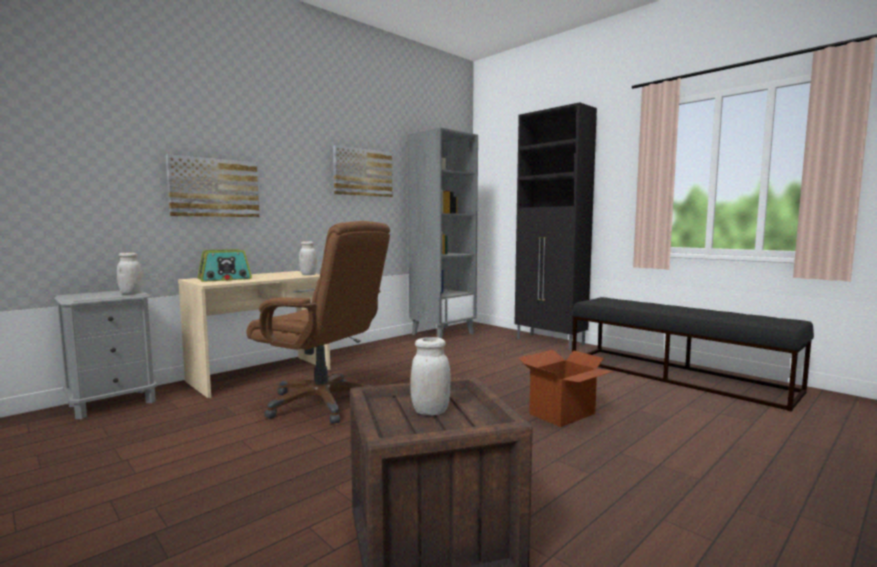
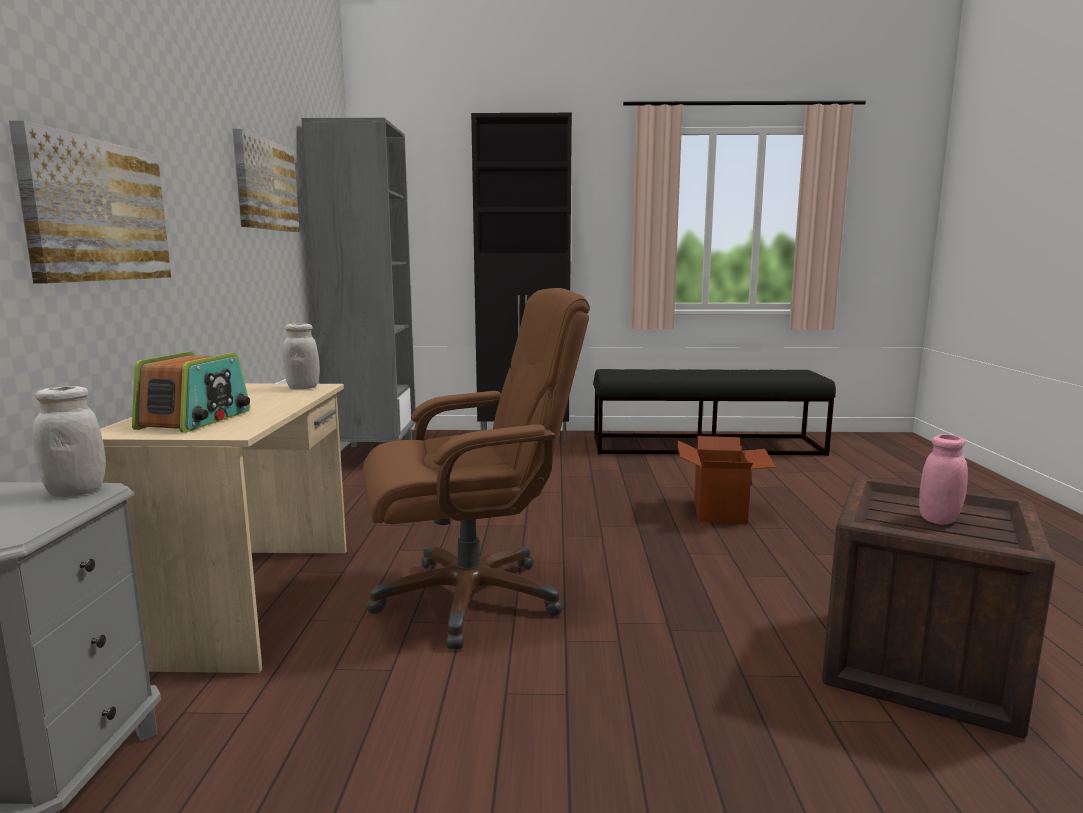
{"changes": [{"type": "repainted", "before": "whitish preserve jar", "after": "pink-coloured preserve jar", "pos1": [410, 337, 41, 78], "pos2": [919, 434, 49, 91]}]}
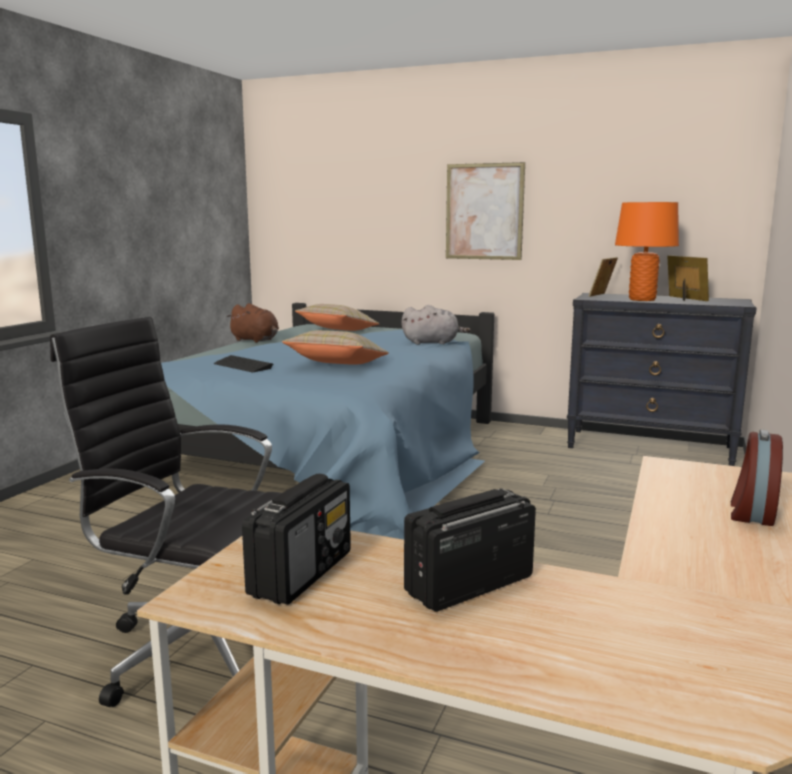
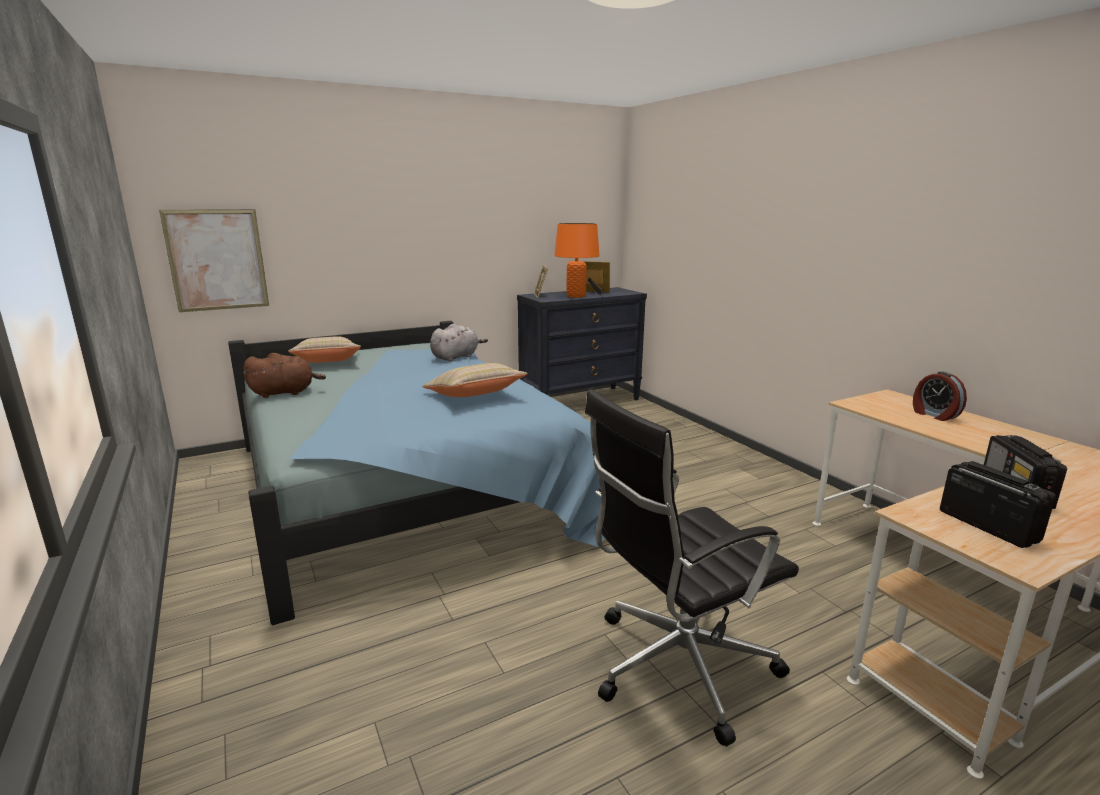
{"changes": [{"type": "shifted", "before": "wall art", "pos1": [446, 162, 79, 98], "pos2": [159, 209, 110, 103]}, {"type": "gone", "before": "keyboard", "pos1": [214, 355, 59, 17]}]}
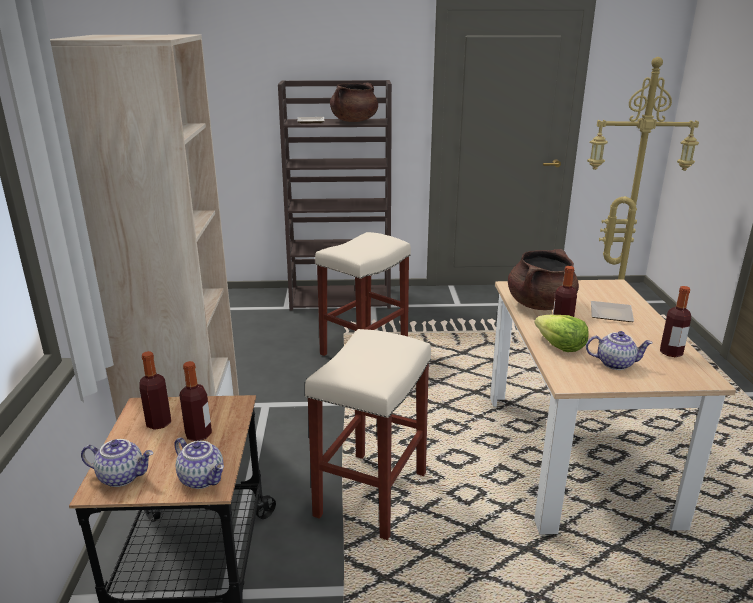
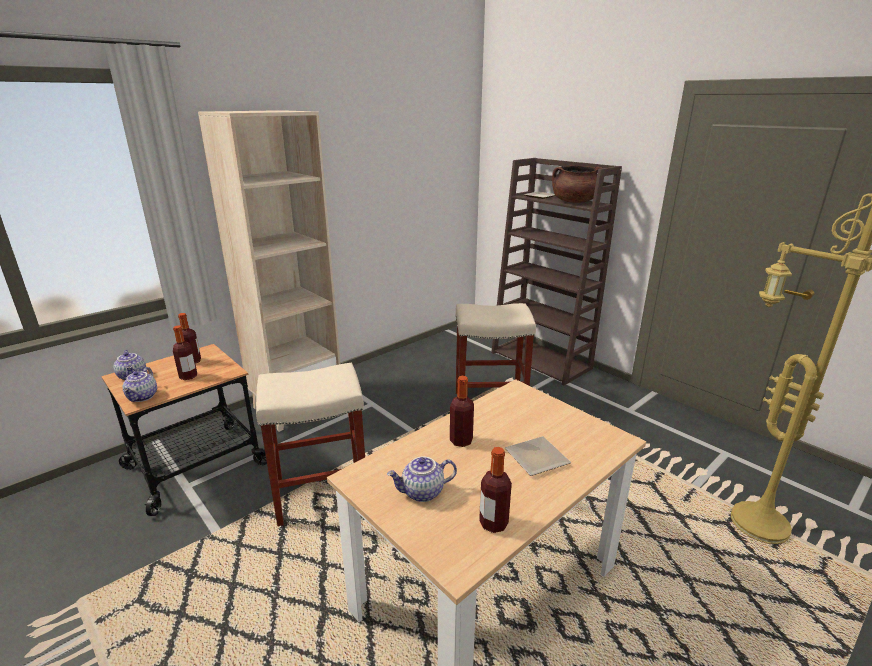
{"changes": [{"type": "gone", "before": "brown-coloured cooking pot", "pos1": [508, 249, 71, 61]}, {"type": "gone", "before": "lettuce", "pos1": [534, 315, 55, 37]}, {"type": "rotated", "before": "tea pot", "pos1": [586, 331, 66, 39], "pos2": [387, 456, 70, 46], "turn": 105}]}
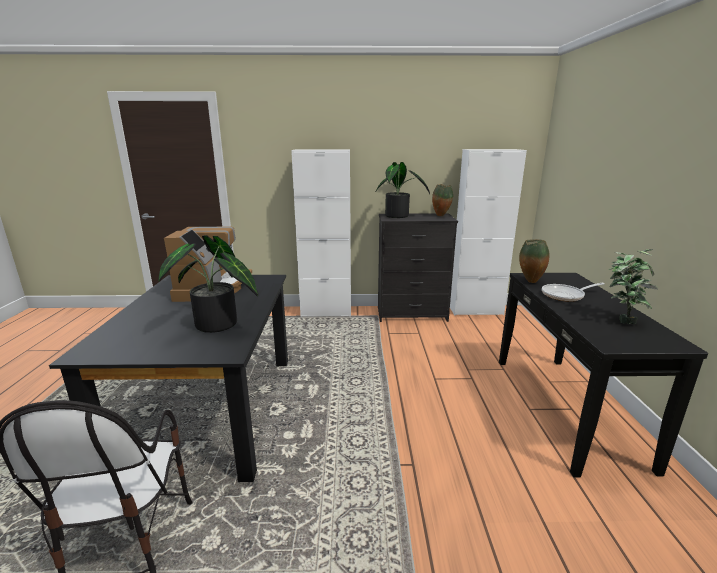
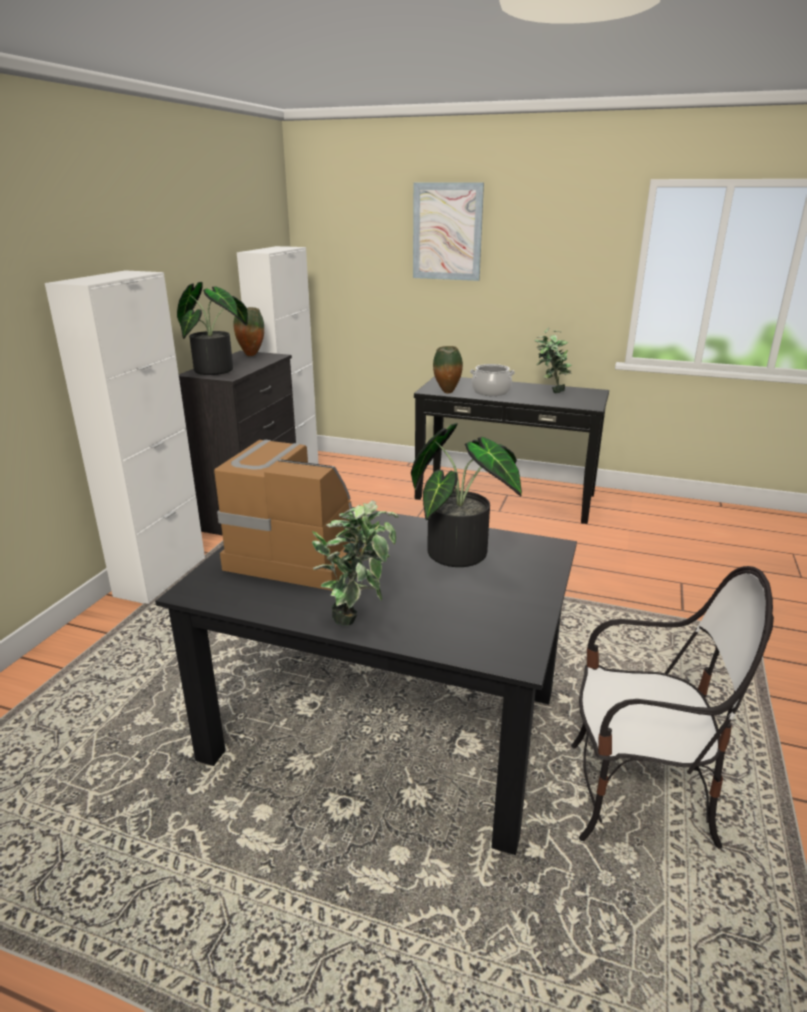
{"changes": [{"type": "swapped", "before": "pan", "after": "cooking pot", "pos1": [542, 283, 63, 19], "pos2": [470, 364, 45, 32]}, {"type": "new", "after": "wall art", "pos2": [413, 183, 71, 98]}, {"type": "new", "after": "houseplant", "pos2": [312, 500, 87, 125]}]}
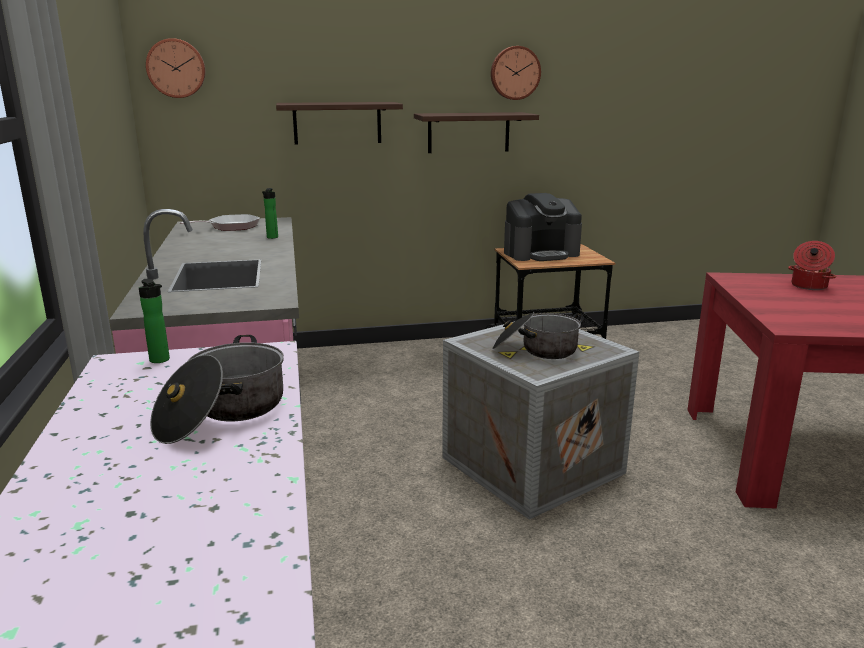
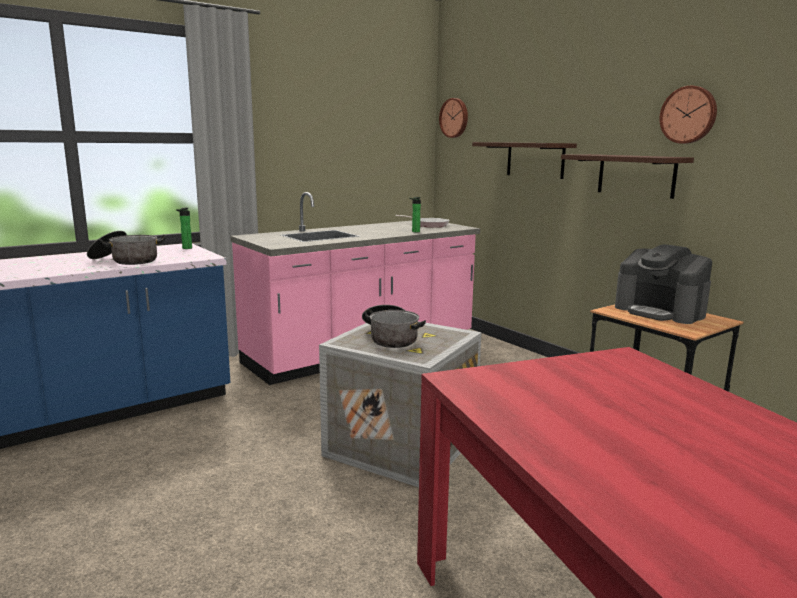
{"changes": [{"type": "gone", "before": "cooking pot", "pos1": [788, 241, 48, 49]}]}
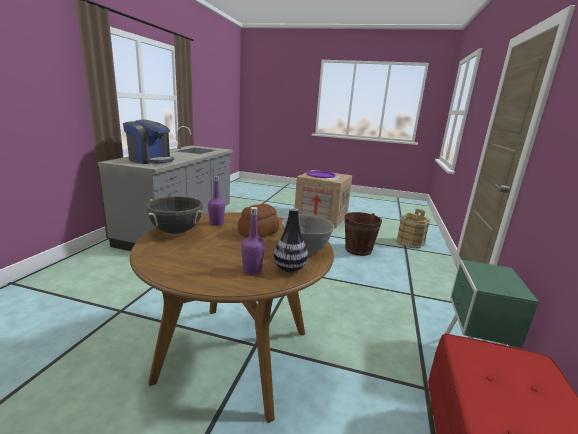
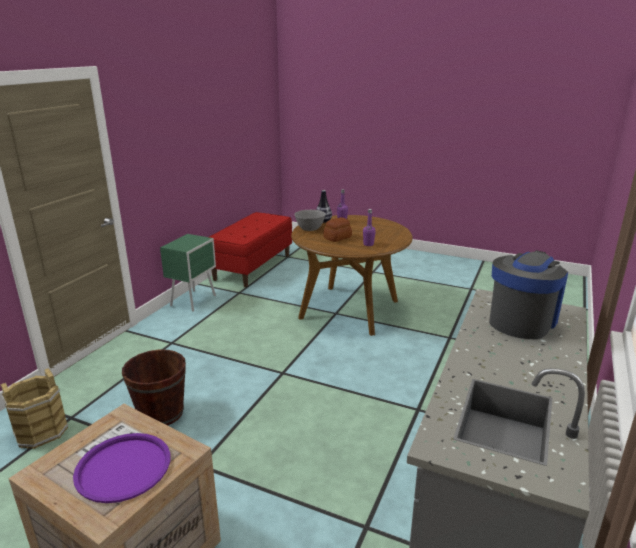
{"changes": [{"type": "rotated", "before": "coffee brewer", "pos1": [123, 120, 51, 44], "pos2": [489, 251, 79, 88], "turn": 90}, {"type": "gone", "before": "black cooking pot", "pos1": [146, 196, 57, 38]}]}
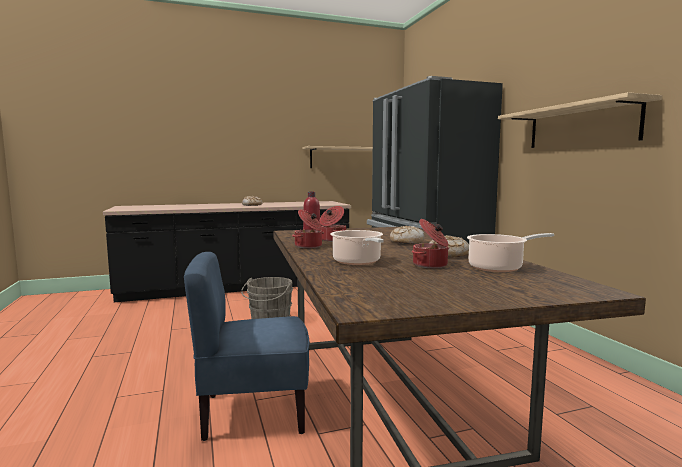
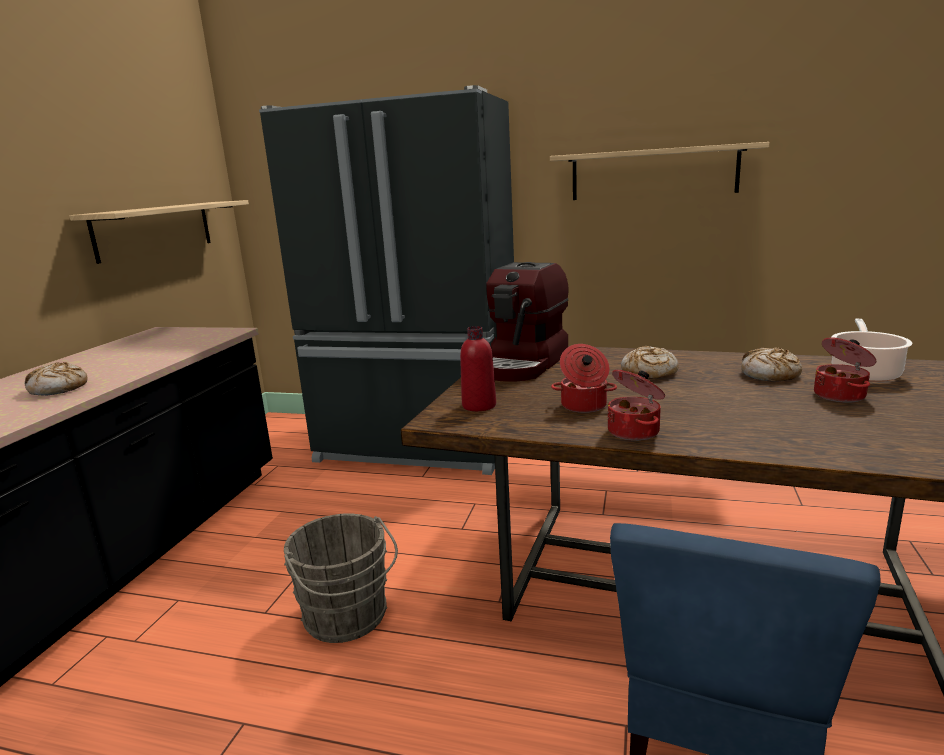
{"changes": [{"type": "gone", "before": "cooking pot", "pos1": [330, 230, 54, 35]}, {"type": "new", "after": "coffee brewer", "pos2": [486, 262, 83, 120]}]}
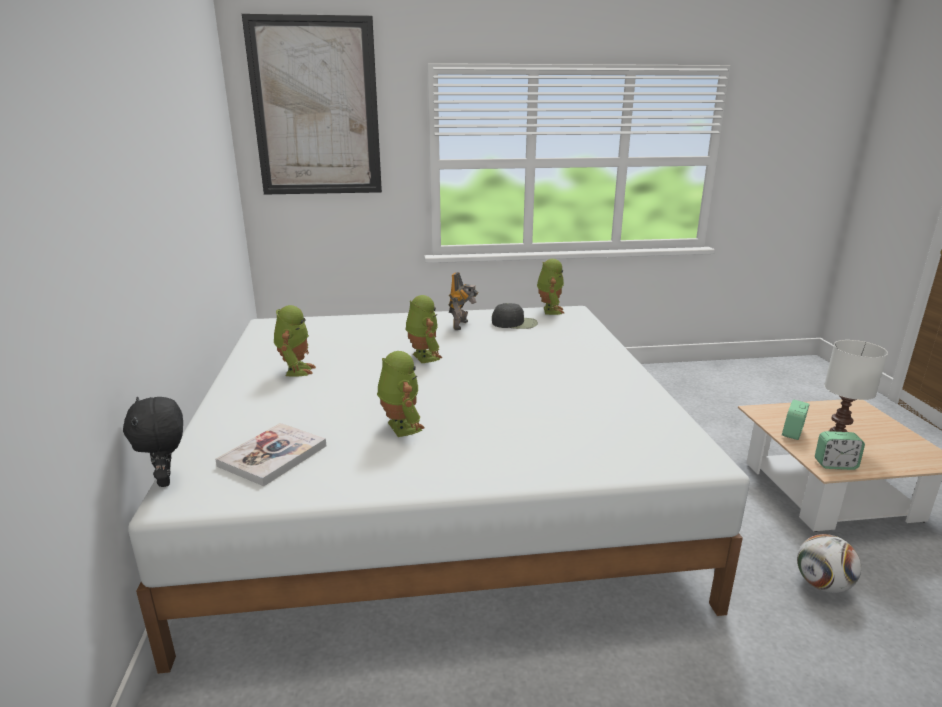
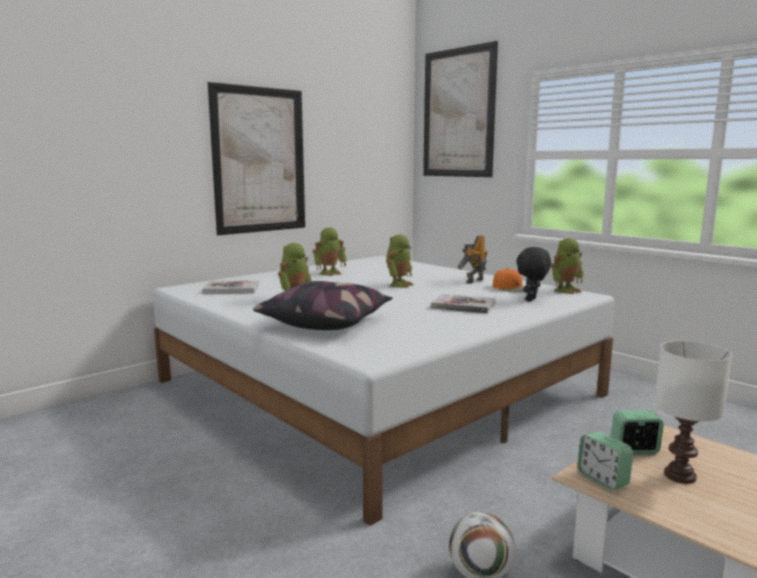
{"changes": [{"type": "rotated", "before": "robot figure", "pos1": [448, 272, 30, 58], "pos2": [457, 235, 31, 48], "turn": 150}, {"type": "repainted", "before": "black cap", "after": "orange cap", "pos1": [492, 303, 46, 26], "pos2": [493, 268, 31, 24]}, {"type": "shifted", "before": "black soft toy", "pos1": [123, 397, 60, 90], "pos2": [516, 247, 35, 55]}, {"type": "new", "after": "wall art", "pos2": [208, 82, 97, 153]}, {"type": "new", "after": "pillow", "pos2": [253, 281, 140, 49]}, {"type": "new", "after": "bound book", "pos2": [431, 294, 65, 20]}]}
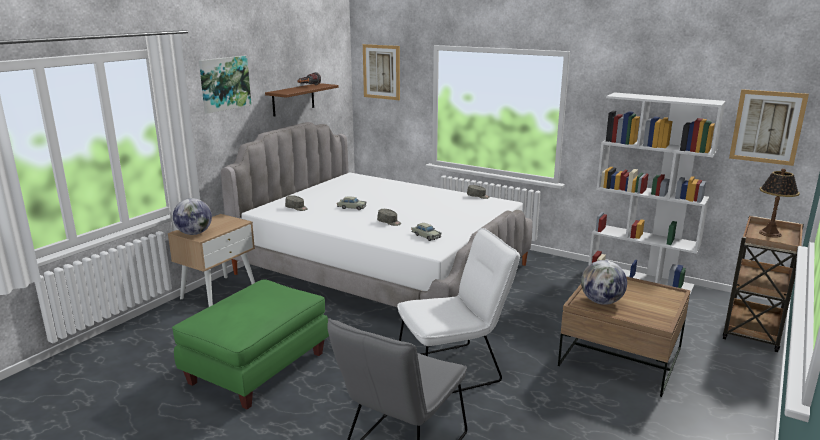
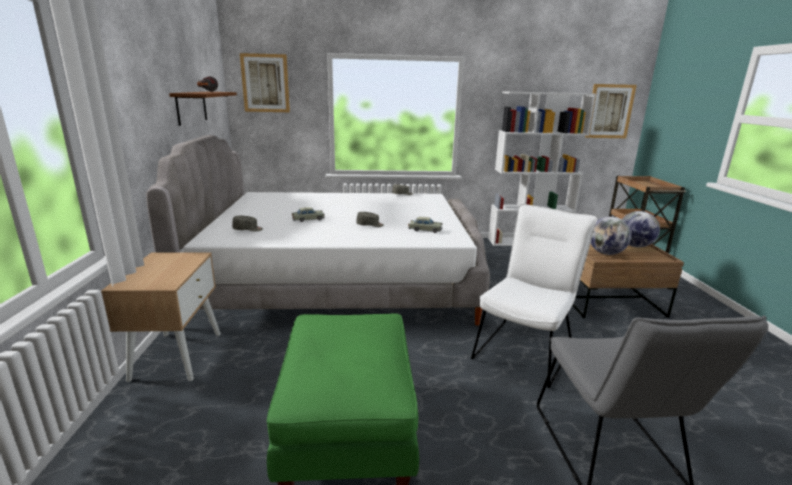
{"changes": [{"type": "gone", "before": "wall art", "pos1": [199, 56, 52, 58]}, {"type": "gone", "before": "table lamp", "pos1": [759, 168, 41, 70]}, {"type": "shifted", "before": "world globe", "pos1": [173, 198, 39, 37], "pos2": [622, 211, 38, 36]}]}
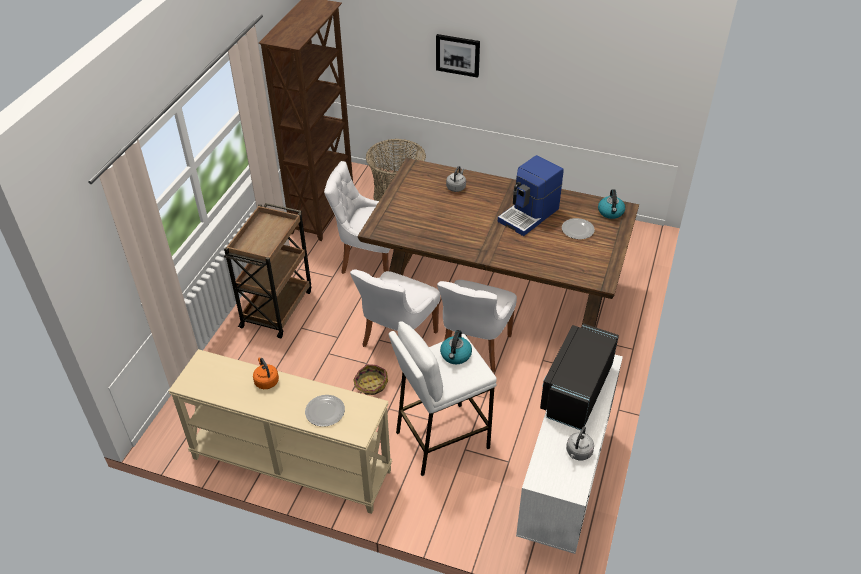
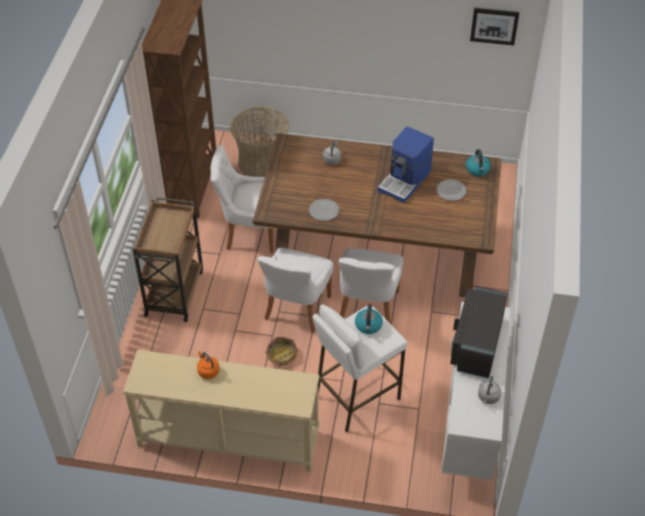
{"changes": [{"type": "shifted", "before": "wall art", "pos1": [436, 34, 44, 44], "pos2": [470, 8, 49, 38]}, {"type": "shifted", "before": "dinner plate", "pos1": [305, 395, 40, 32], "pos2": [309, 199, 30, 22]}]}
